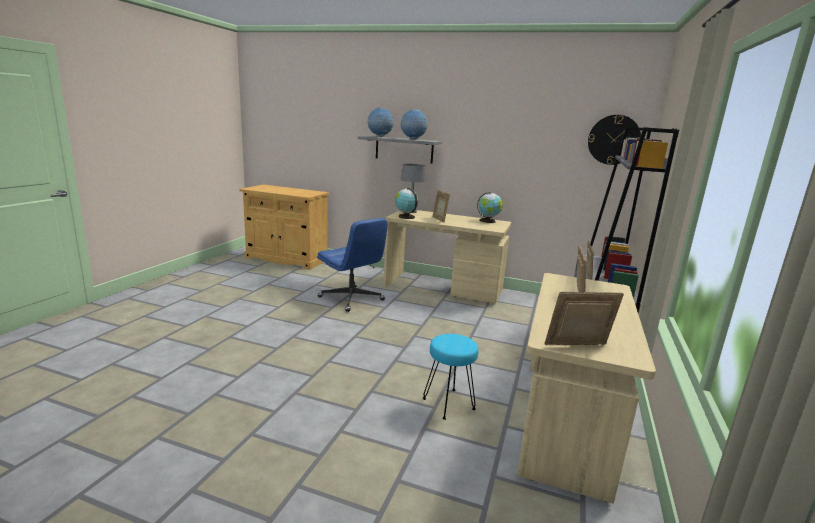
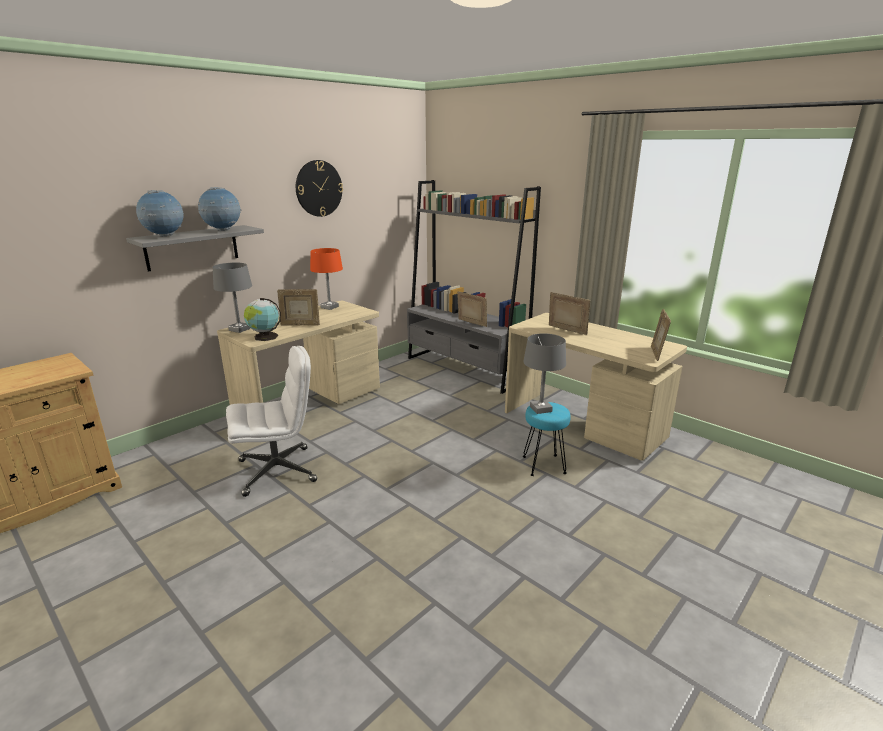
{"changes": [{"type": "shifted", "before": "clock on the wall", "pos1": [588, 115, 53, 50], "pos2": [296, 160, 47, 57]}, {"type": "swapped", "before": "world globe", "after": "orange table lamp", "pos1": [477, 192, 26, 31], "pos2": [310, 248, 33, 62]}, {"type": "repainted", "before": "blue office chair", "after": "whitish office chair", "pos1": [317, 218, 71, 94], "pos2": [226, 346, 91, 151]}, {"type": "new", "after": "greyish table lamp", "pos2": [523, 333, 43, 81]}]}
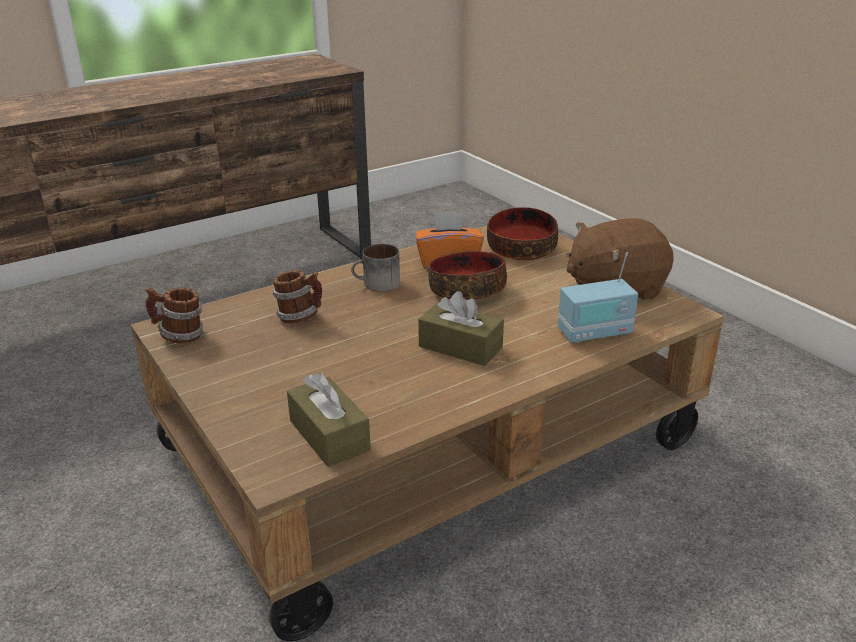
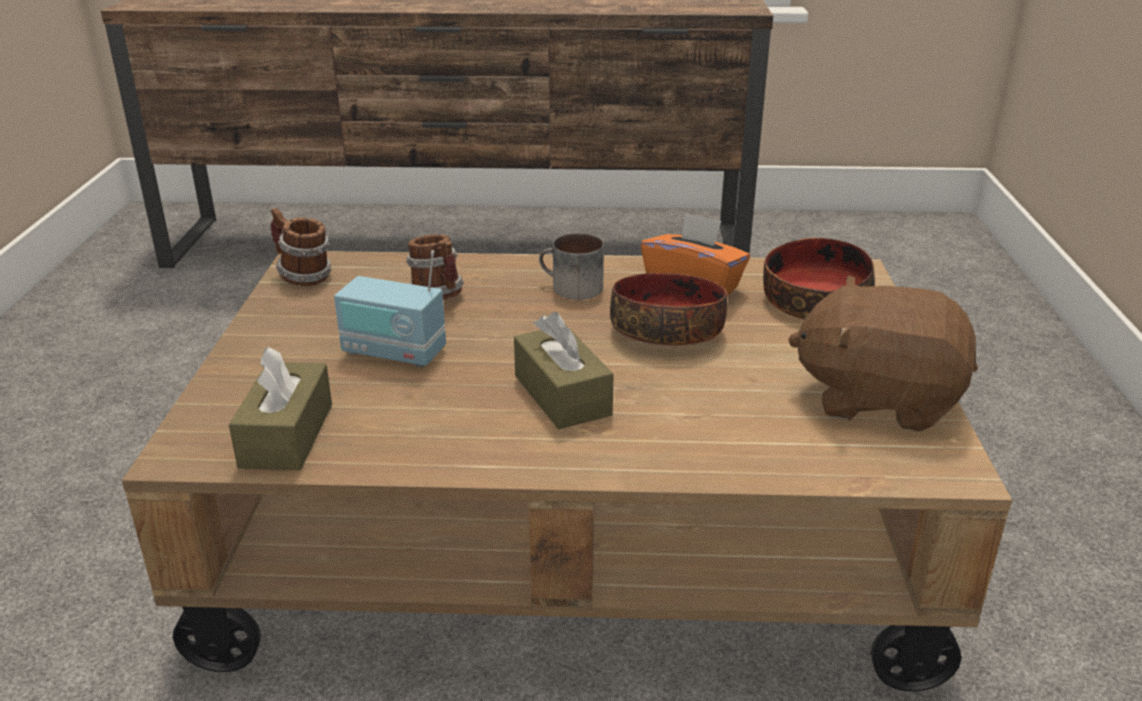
{"changes": [{"type": "shifted", "before": "radio receiver", "pos1": [558, 252, 80, 92], "pos2": [334, 250, 112, 117]}]}
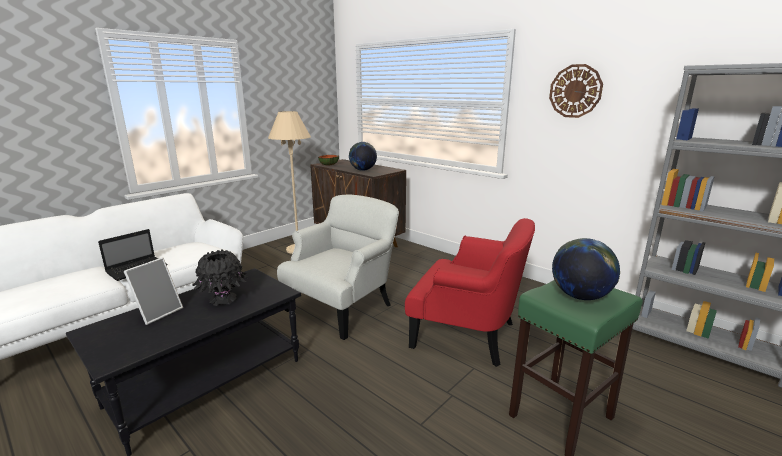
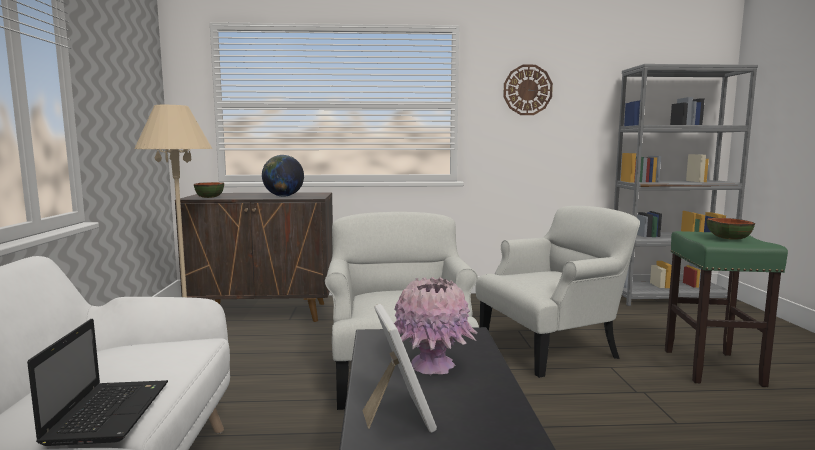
{"changes": [{"type": "repainted", "before": "reddish easy chair", "after": "whitish easy chair", "pos1": [405, 218, 130, 149], "pos2": [475, 206, 165, 172]}, {"type": "swapped", "before": "world globe", "after": "bowl", "pos1": [552, 238, 68, 62], "pos2": [706, 218, 49, 22]}, {"type": "repainted", "before": "black vase", "after": "pink-coloured vase", "pos1": [192, 249, 56, 57], "pos2": [394, 277, 83, 98]}]}
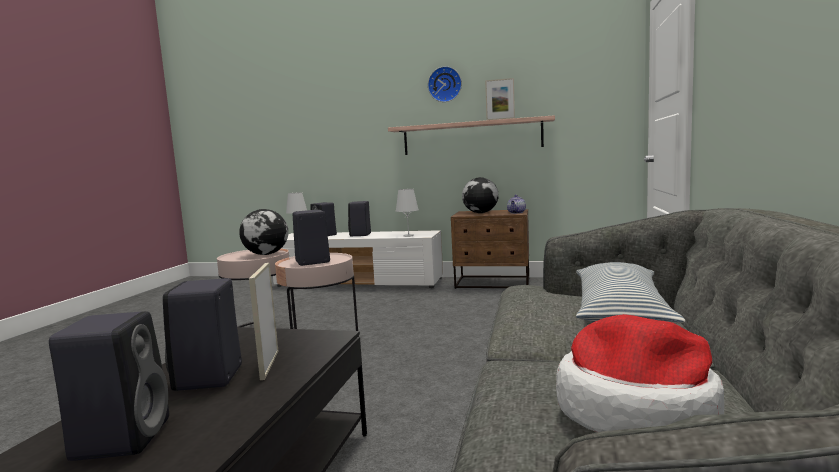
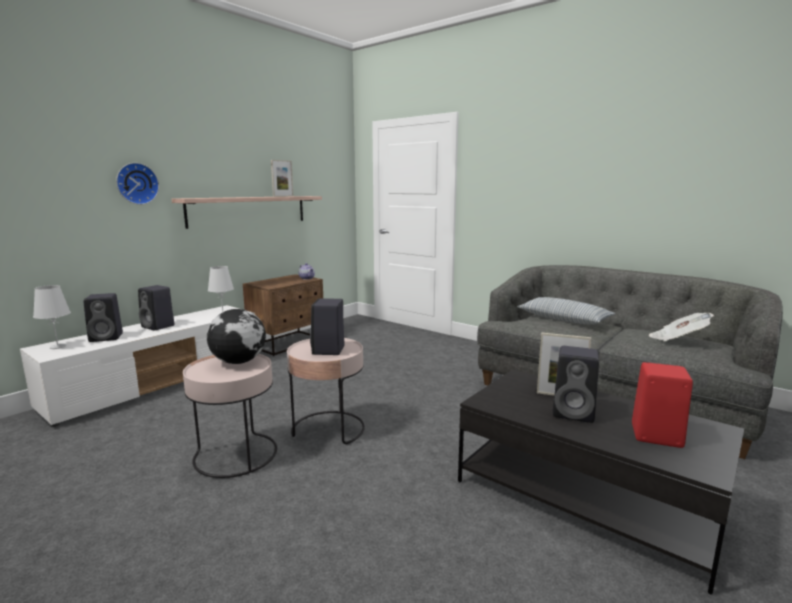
{"changes": [{"type": "shifted", "before": "clock on the wall", "pos1": [428, 66, 34, 36], "pos2": [116, 163, 43, 42]}, {"type": "gone", "before": "world globe", "pos1": [462, 177, 37, 36]}, {"type": "repainted", "before": "black loudspeaker", "after": "reddish loudspeaker", "pos1": [49, 311, 120, 150], "pos2": [632, 362, 61, 86]}, {"type": "swapped", "before": "clothing hat", "after": "printed paper", "pos1": [556, 314, 168, 118], "pos2": [649, 313, 65, 28]}]}
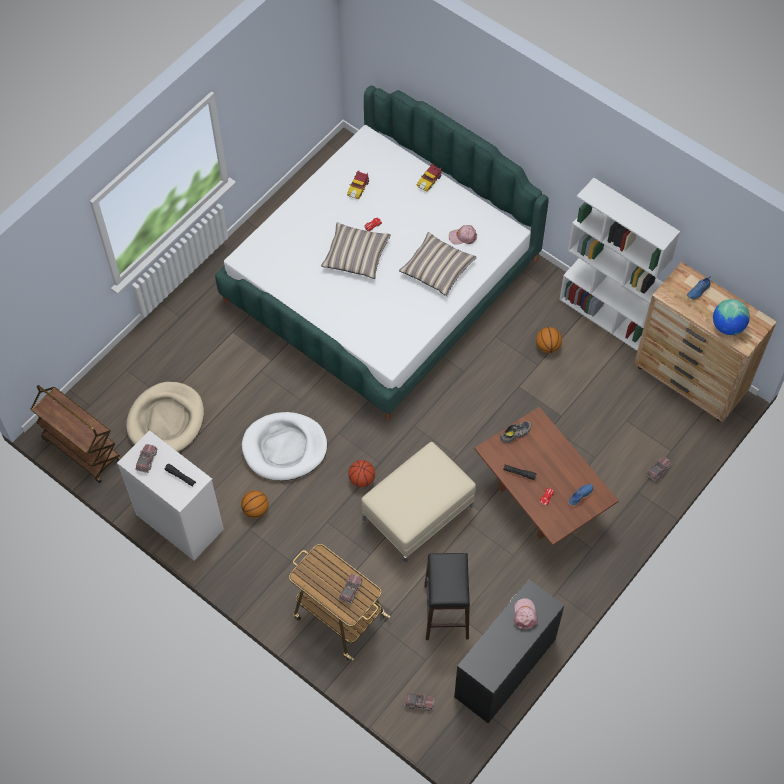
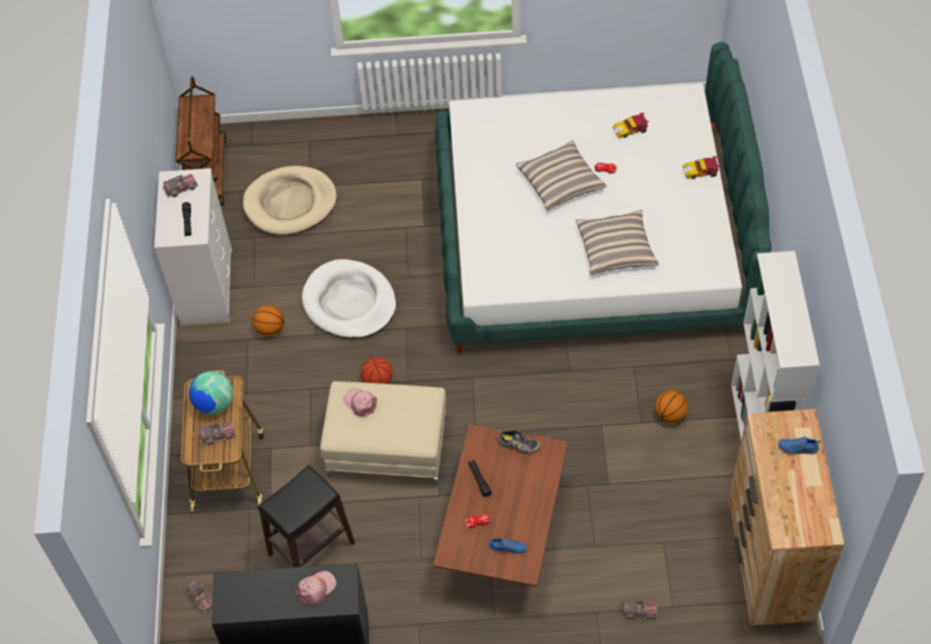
{"changes": [{"type": "shifted", "before": "pink-coloured cap", "pos1": [449, 225, 28, 19], "pos2": [343, 388, 34, 29]}, {"type": "shifted", "before": "world globe", "pos1": [713, 299, 37, 36], "pos2": [189, 371, 44, 44]}]}
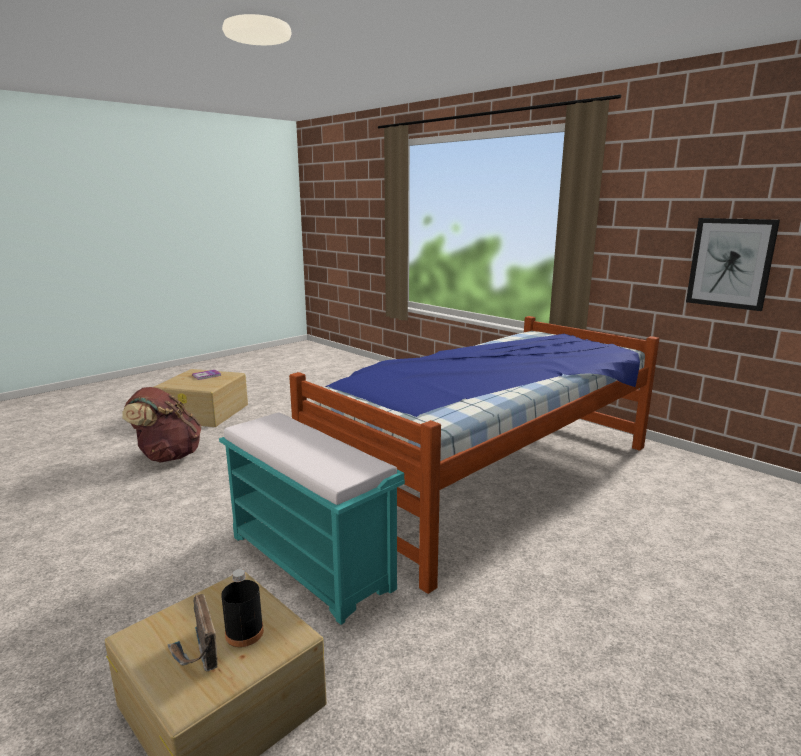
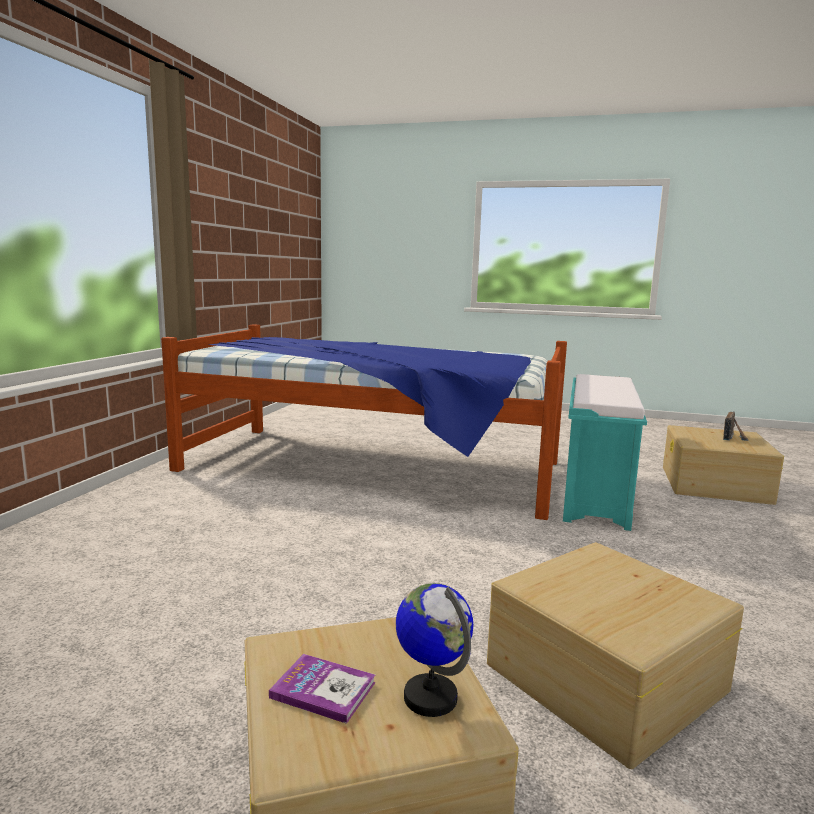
{"changes": [{"type": "gone", "before": "wall art", "pos1": [686, 218, 94, 93]}, {"type": "swapped", "before": "brown-coloured rucksack", "after": "beige storage box", "pos1": [122, 387, 80, 76], "pos2": [487, 542, 257, 227]}, {"type": "gone", "before": "black bottle", "pos1": [221, 569, 43, 78]}, {"type": "new", "after": "world globe", "pos2": [396, 583, 77, 134]}]}
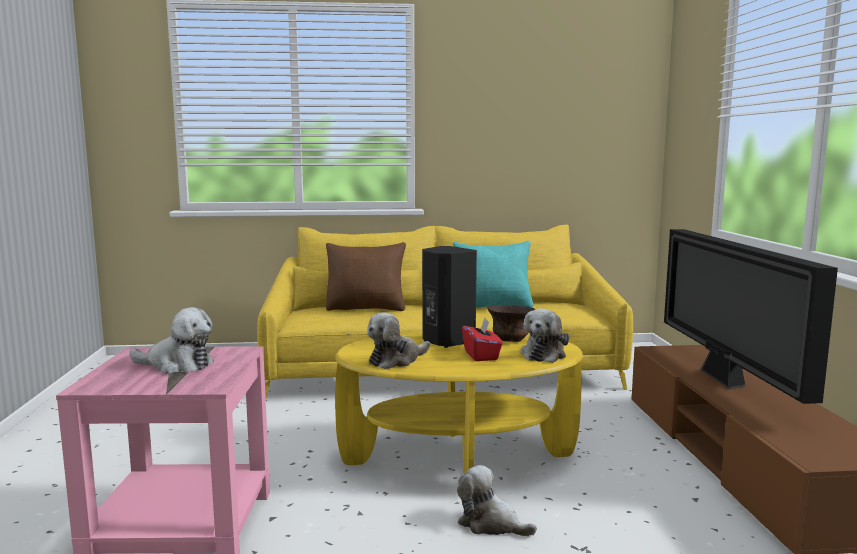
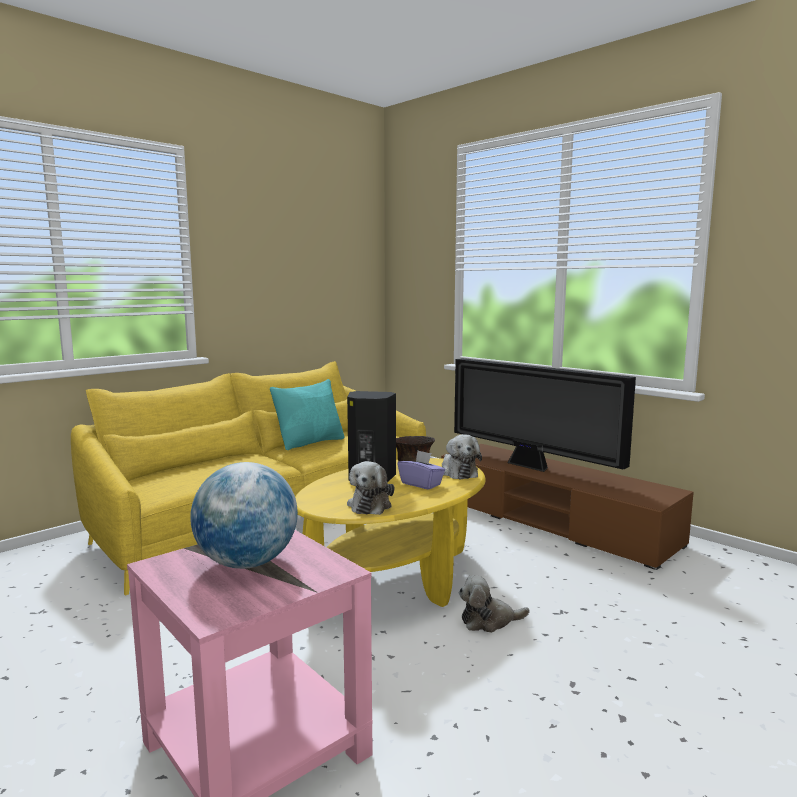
{"changes": [{"type": "gone", "before": "brown-coloured pillow", "pos1": [326, 242, 80, 69]}, {"type": "swapped", "before": "soft toy", "after": "world globe", "pos1": [129, 307, 85, 67], "pos2": [190, 462, 108, 107]}, {"type": "repainted", "before": "reddish tissue box", "after": "purple tissue box", "pos1": [462, 318, 41, 43], "pos2": [398, 450, 47, 40]}]}
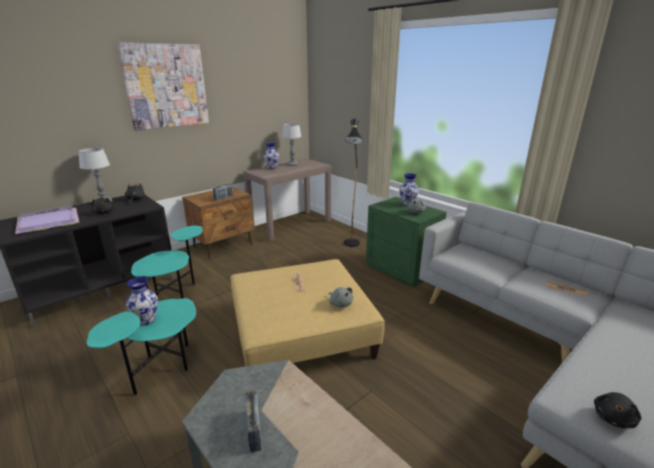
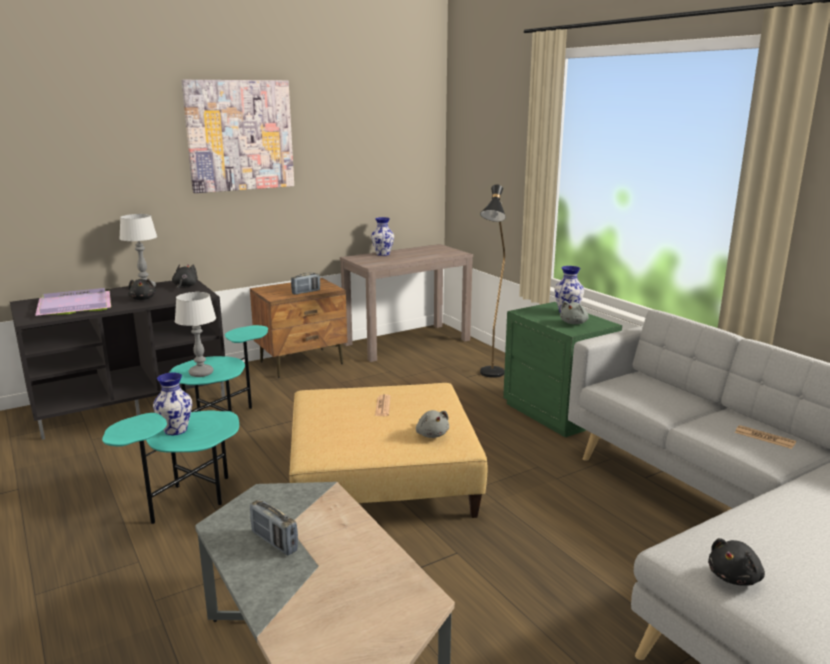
{"changes": [{"type": "shifted", "before": "table lamp", "pos1": [282, 123, 20, 43], "pos2": [175, 292, 41, 85]}, {"type": "rotated", "before": "radio receiver", "pos1": [246, 390, 16, 62], "pos2": [250, 499, 48, 56], "turn": 135}]}
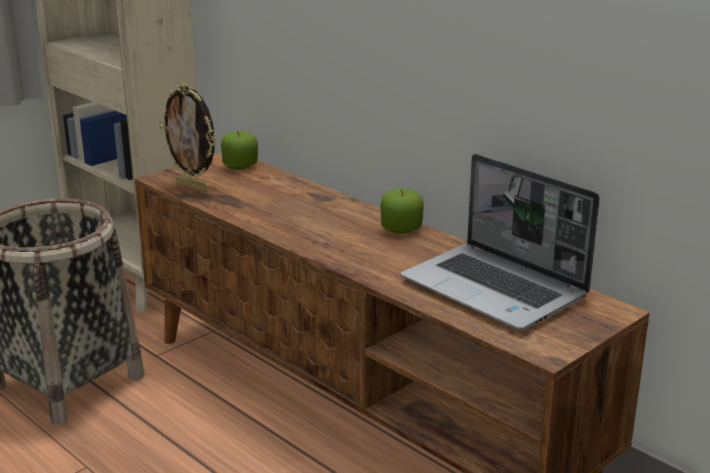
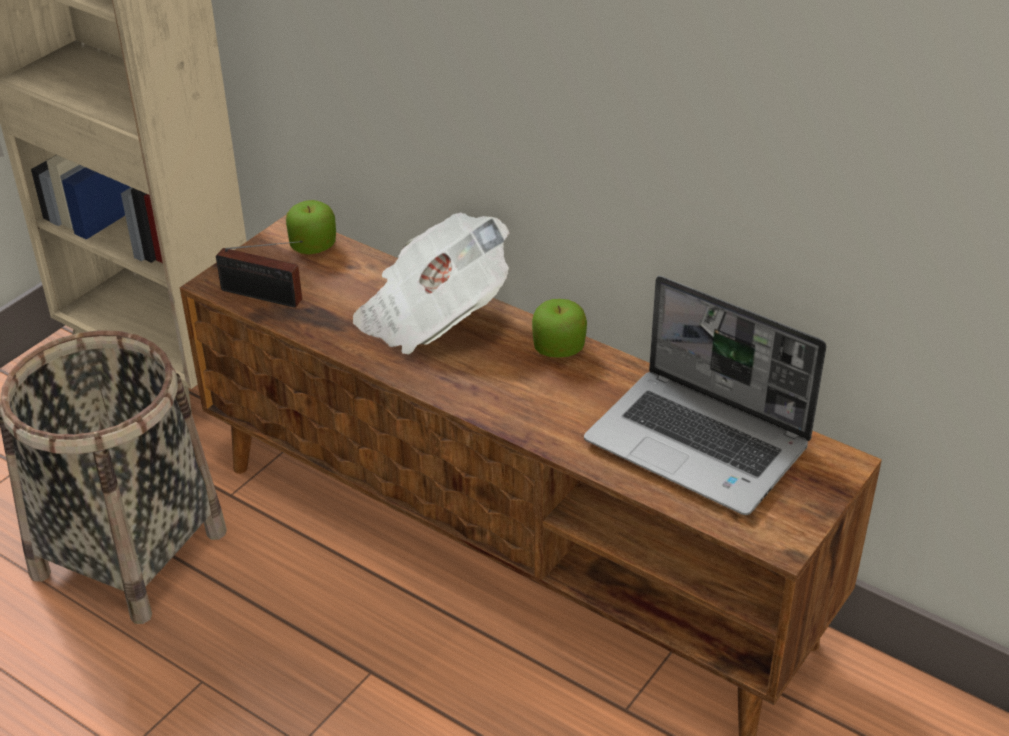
{"changes": [{"type": "swapped", "before": "photo frame", "after": "radio receiver", "pos1": [159, 83, 57, 109], "pos2": [216, 241, 87, 67]}, {"type": "new", "after": "printed paper", "pos2": [353, 212, 157, 143]}]}
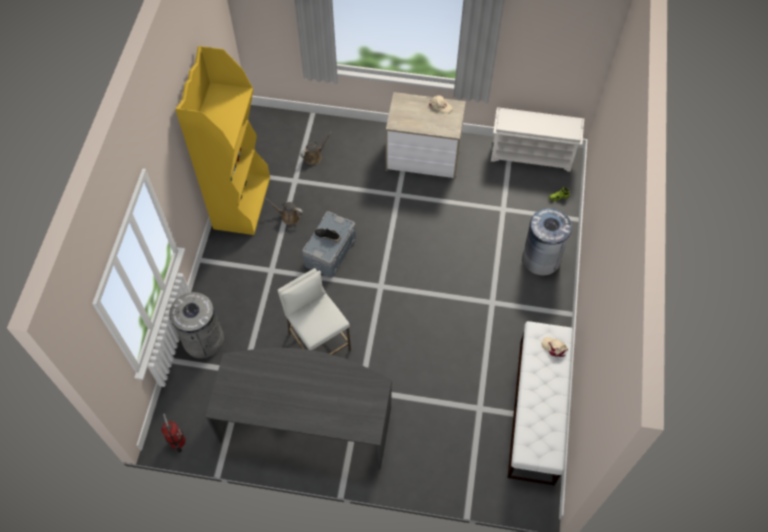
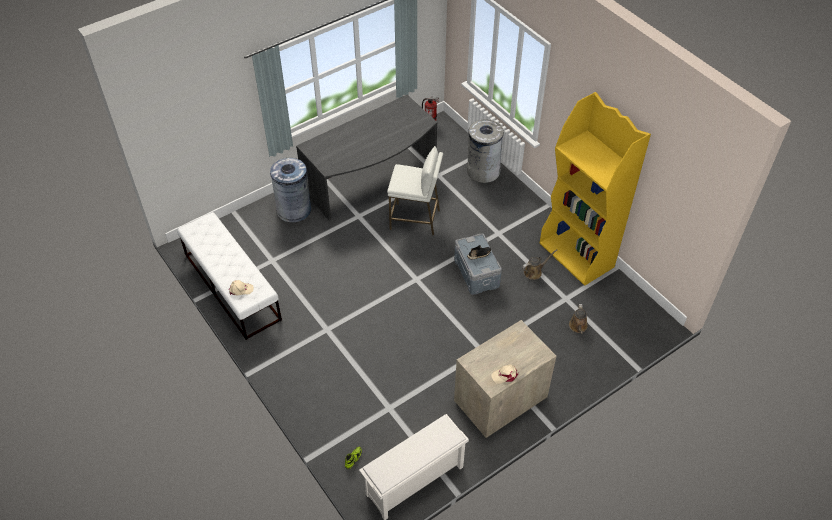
{"changes": [{"type": "shifted", "before": "greyish rubbish bin", "pos1": [522, 208, 50, 68], "pos2": [270, 158, 41, 65]}]}
